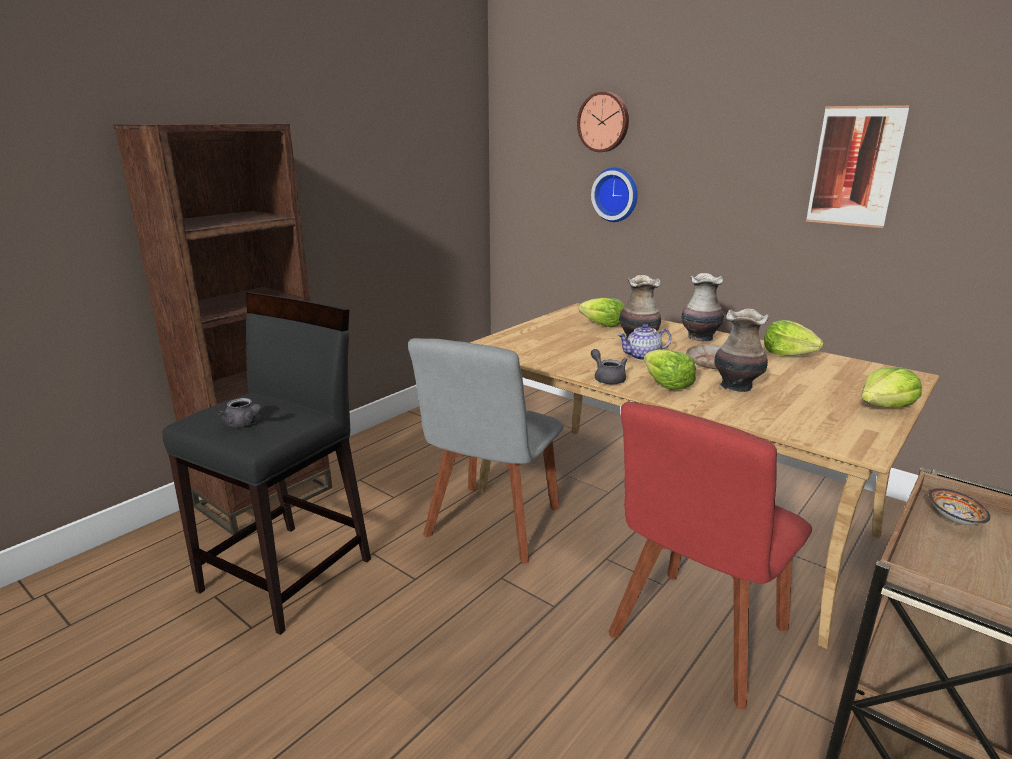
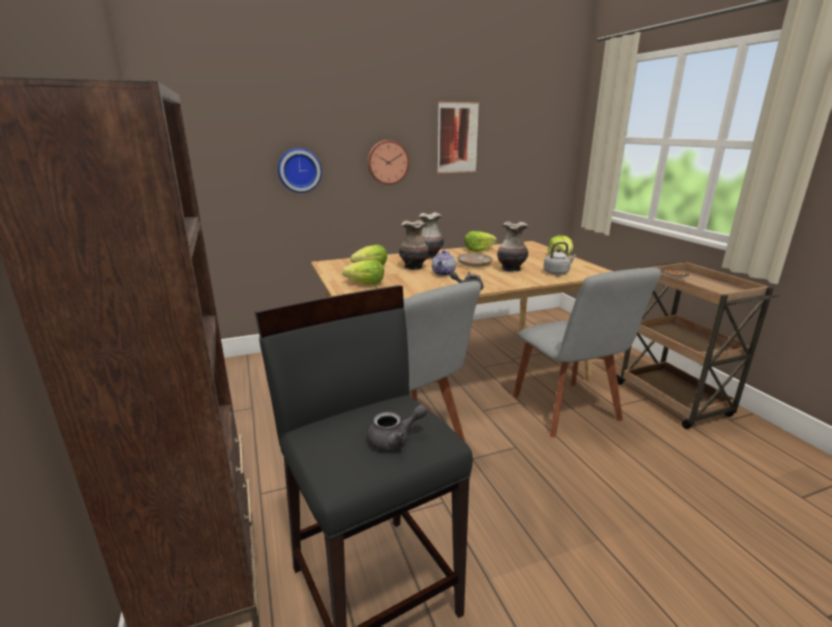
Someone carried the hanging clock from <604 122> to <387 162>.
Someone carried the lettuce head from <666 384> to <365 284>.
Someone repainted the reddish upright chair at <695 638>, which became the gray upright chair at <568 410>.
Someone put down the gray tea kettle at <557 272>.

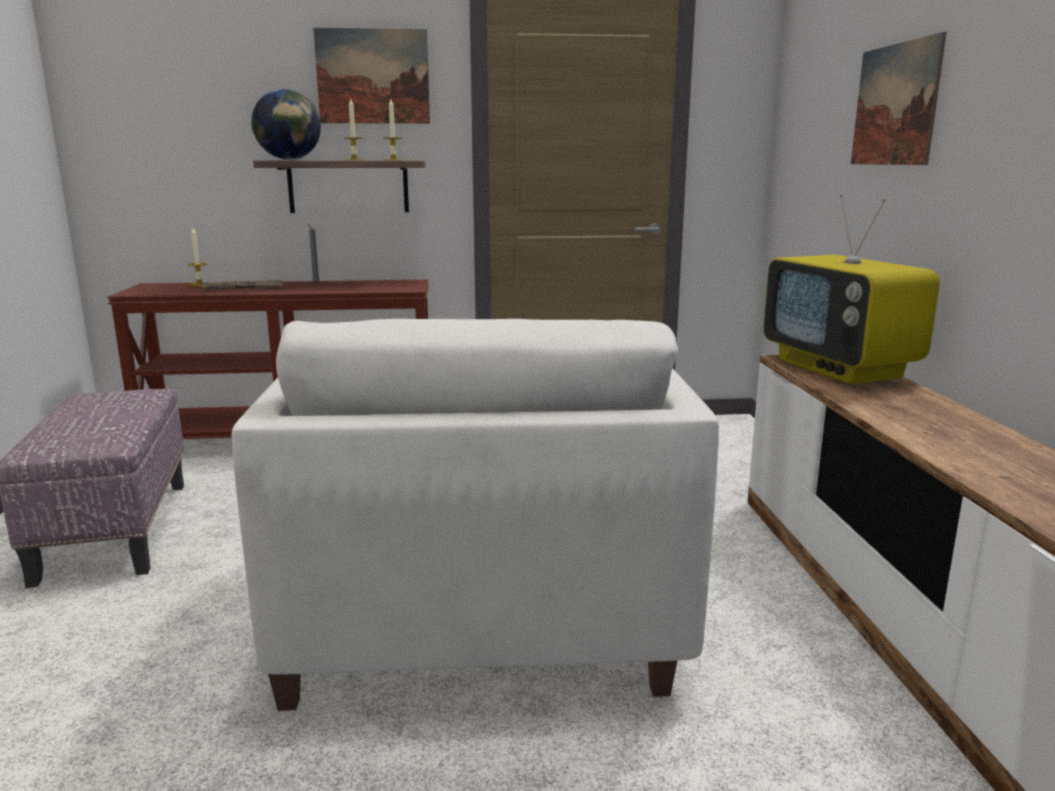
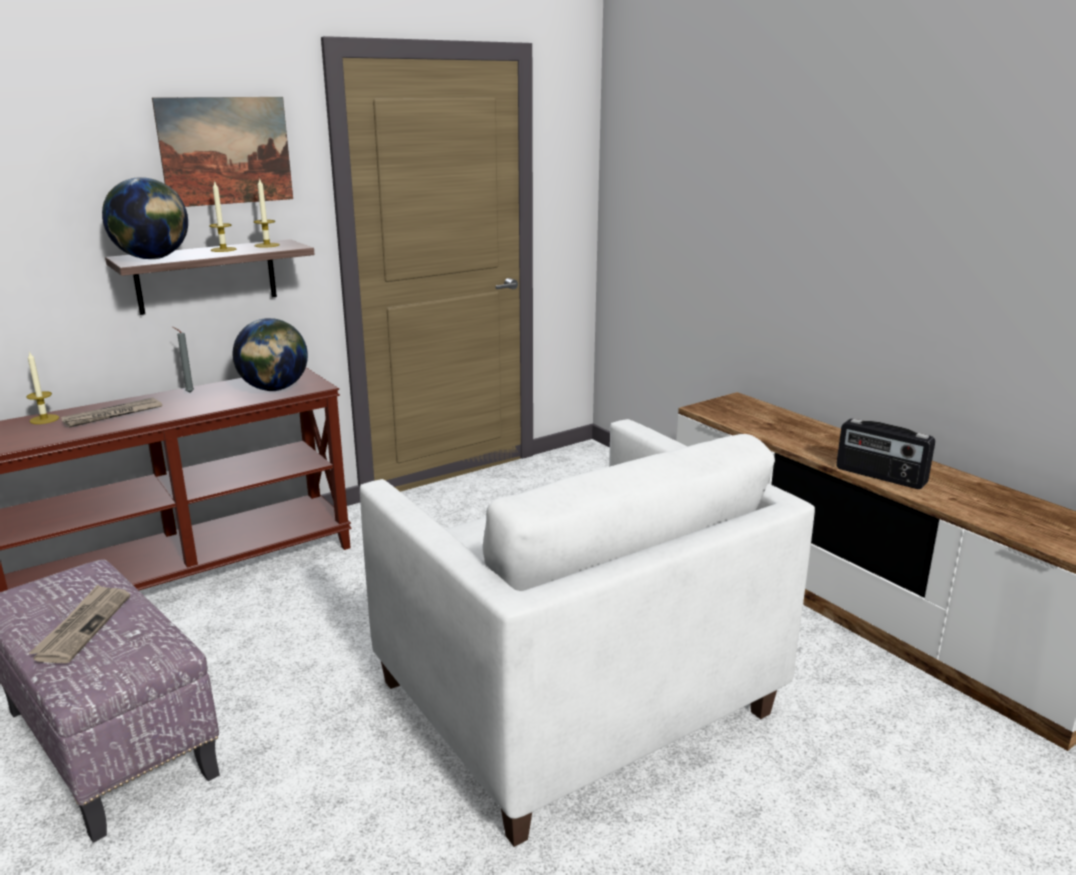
Someone took away the wall art at <895 105>.
Someone took away the television at <840 369>.
Someone put down the world globe at <274 389>.
Someone put down the radio at <880 476>.
Someone put down the daily paper at <83 626>.

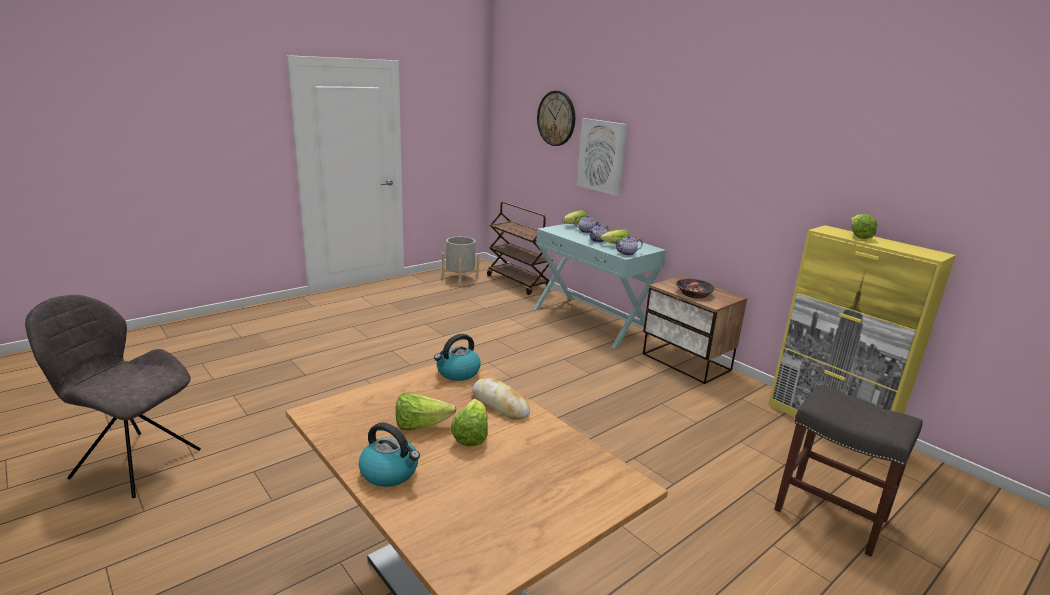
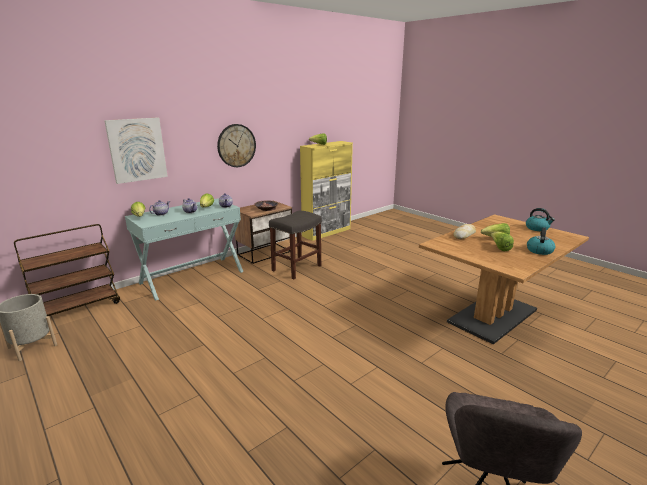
Someone carried the hanging clock from <556 118> to <236 145>.
Someone carried the tea kettle from <457 373> to <537 228>.
Someone carried the gray stool seat from <829 514> to <296 268>.

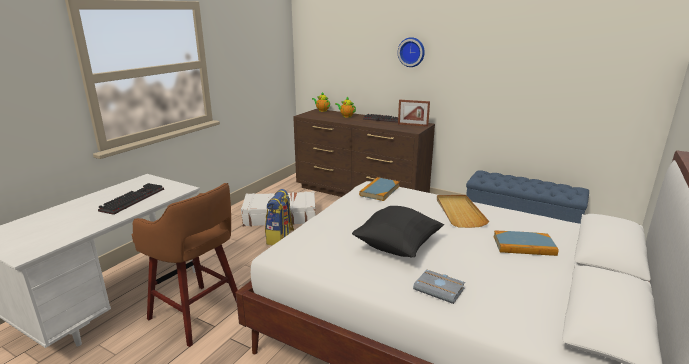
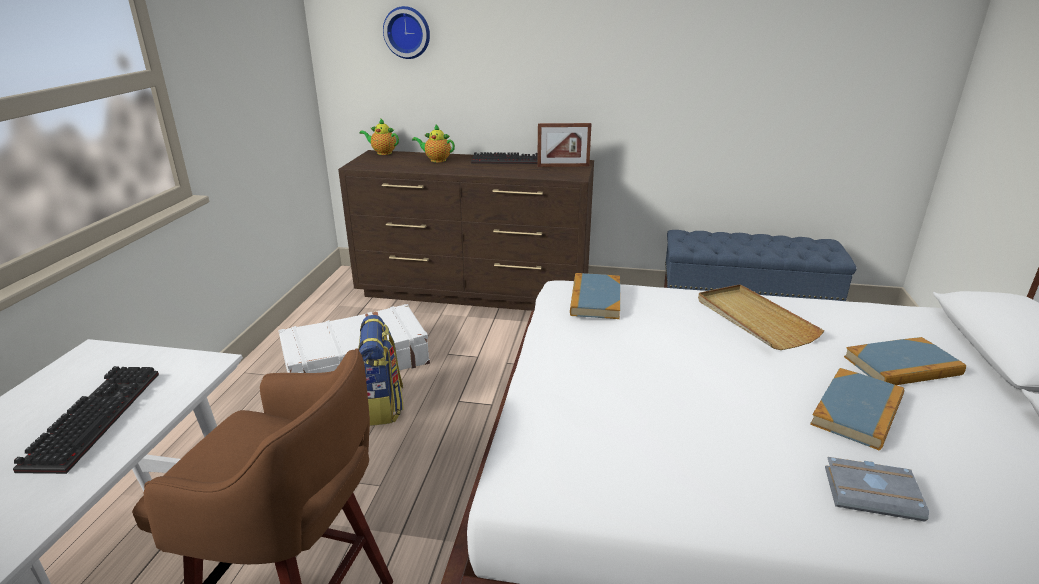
Someone carried the hanging clock from <411 52> to <407 32>.
Someone took away the black-coloured throw pillow at <397 247>.
Someone put down the volume at <857 411>.

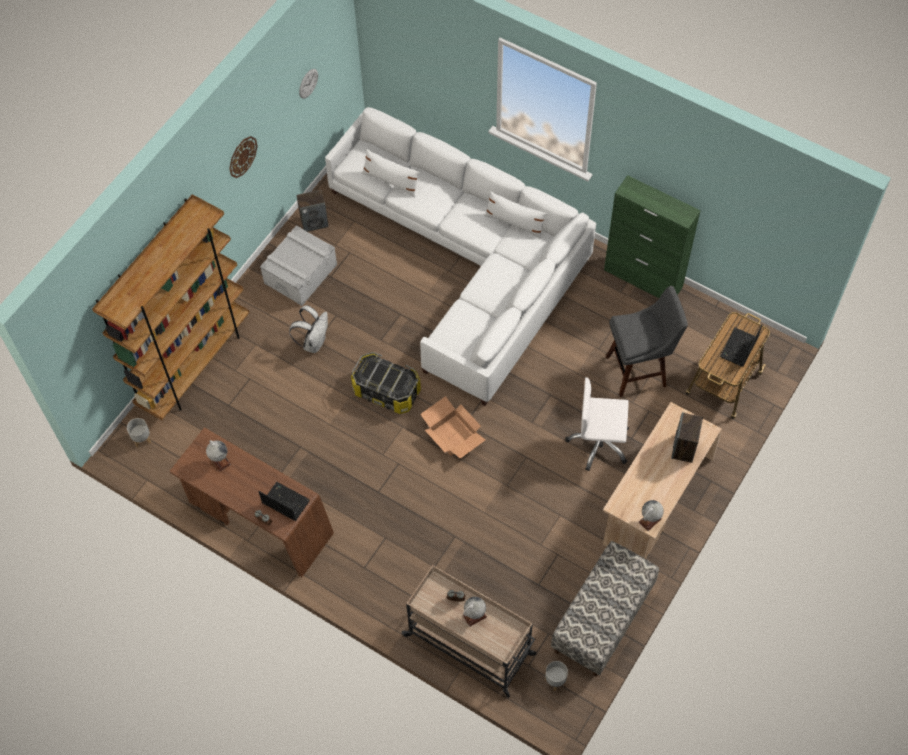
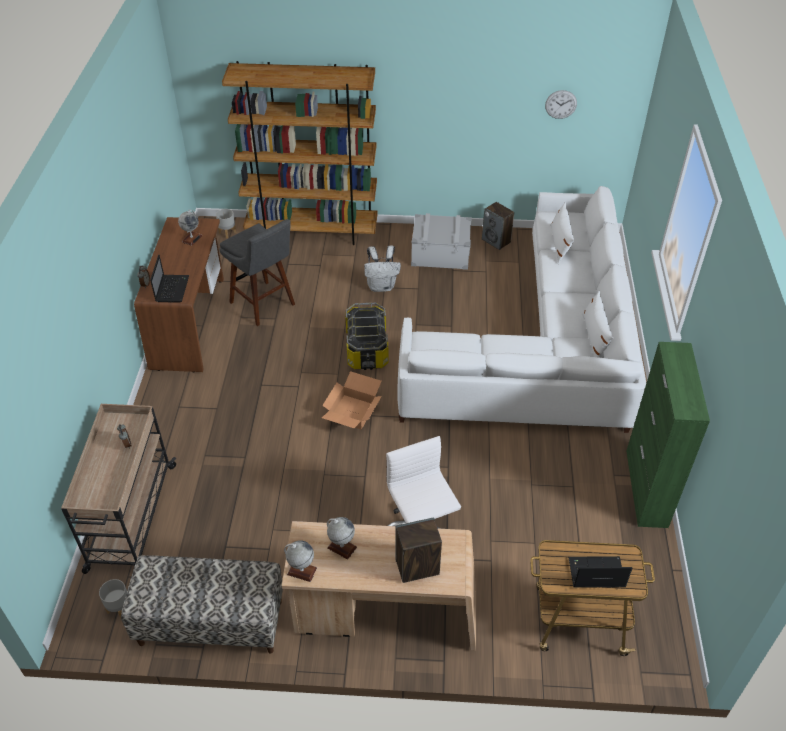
Someone took away the hanging clock at <242 156>.
Someone carried the gray stool seat from <639 370> to <264 305>.
Someone carried the world globe from <474 616> to <341 547>.

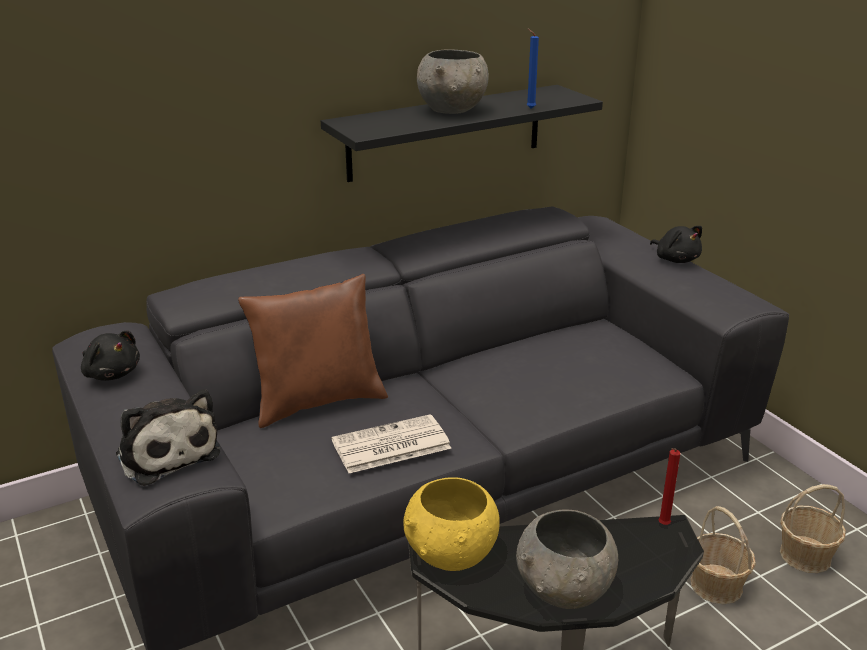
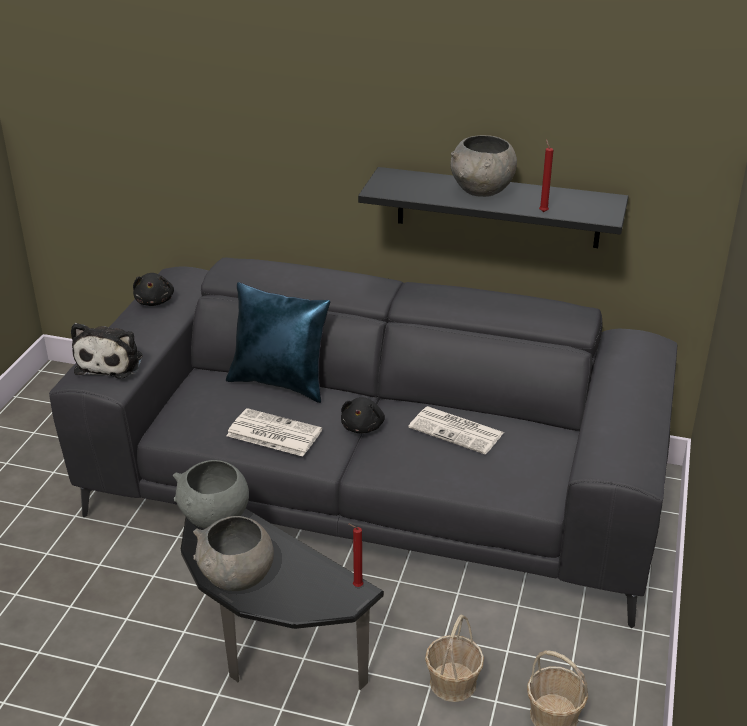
Someone repainted the blue wax candle at <529 108>, which became the reddish wax candle at <542 211>.
Someone carried the black-coloured plush toy from <675 259> to <363 426>.
Someone repainted the brown-coloured throw pillow at <318 401>, which became the blue throw pillow at <281 383>.
Someone repainted the yellow bowl at <451 556>, which became the gray bowl at <215 519>.
Someone put down the daily paper at <457 431>.

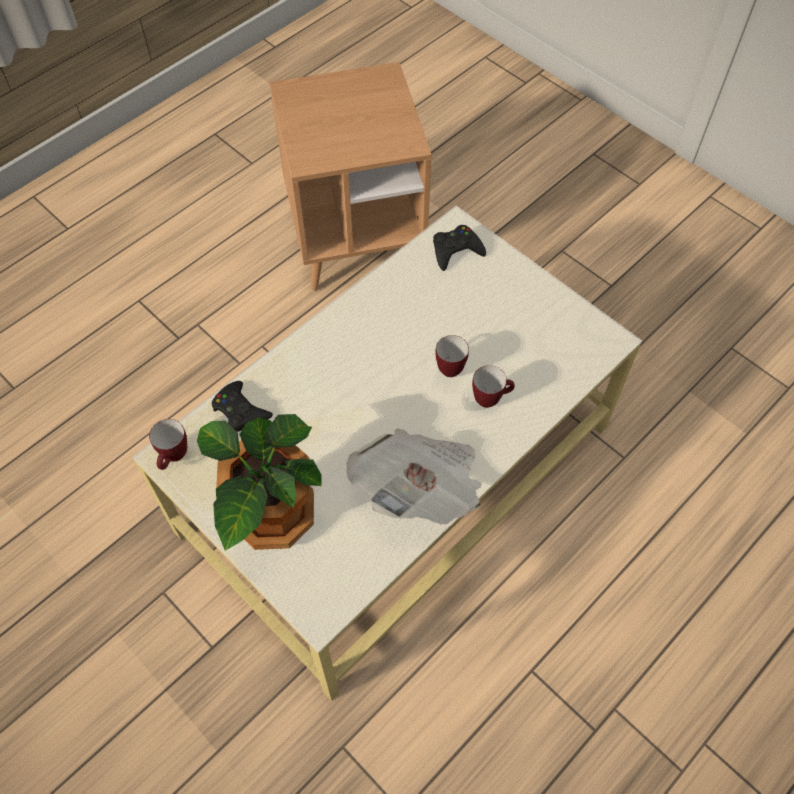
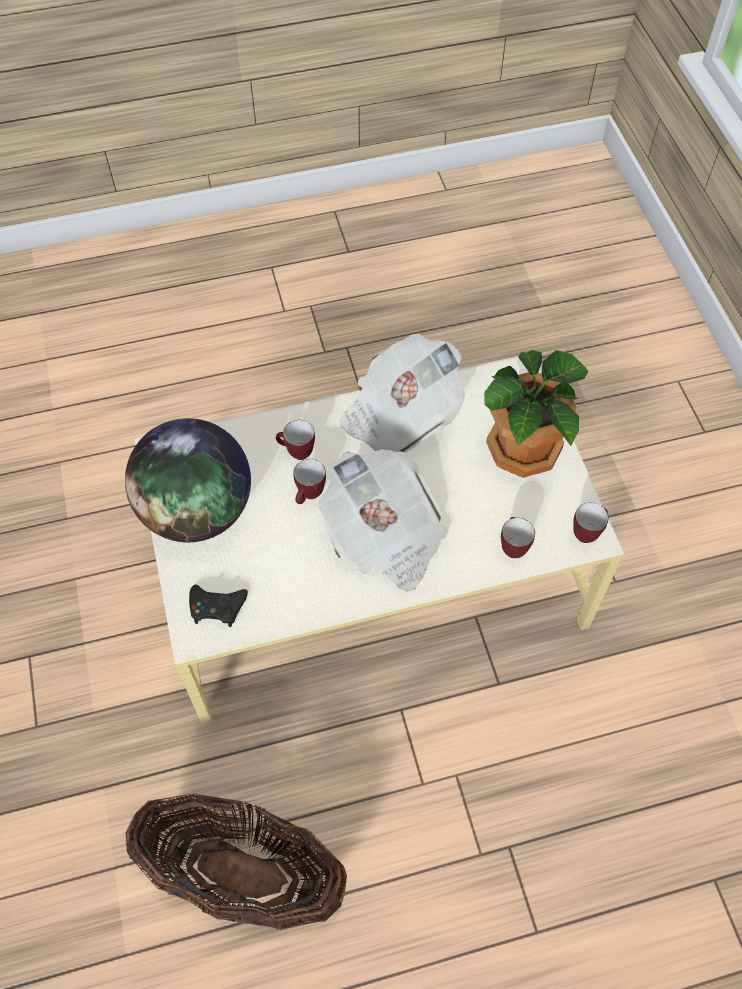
Someone swapped the brown-coloured end table at <355 241> for the basket at <243 874>.
Someone swapped the black-coloured gamepad at <240 410> for the coffee mug at <512 547>.
Someone put down the world globe at <198 511>.
Someone put down the daily paper at <384 536>.

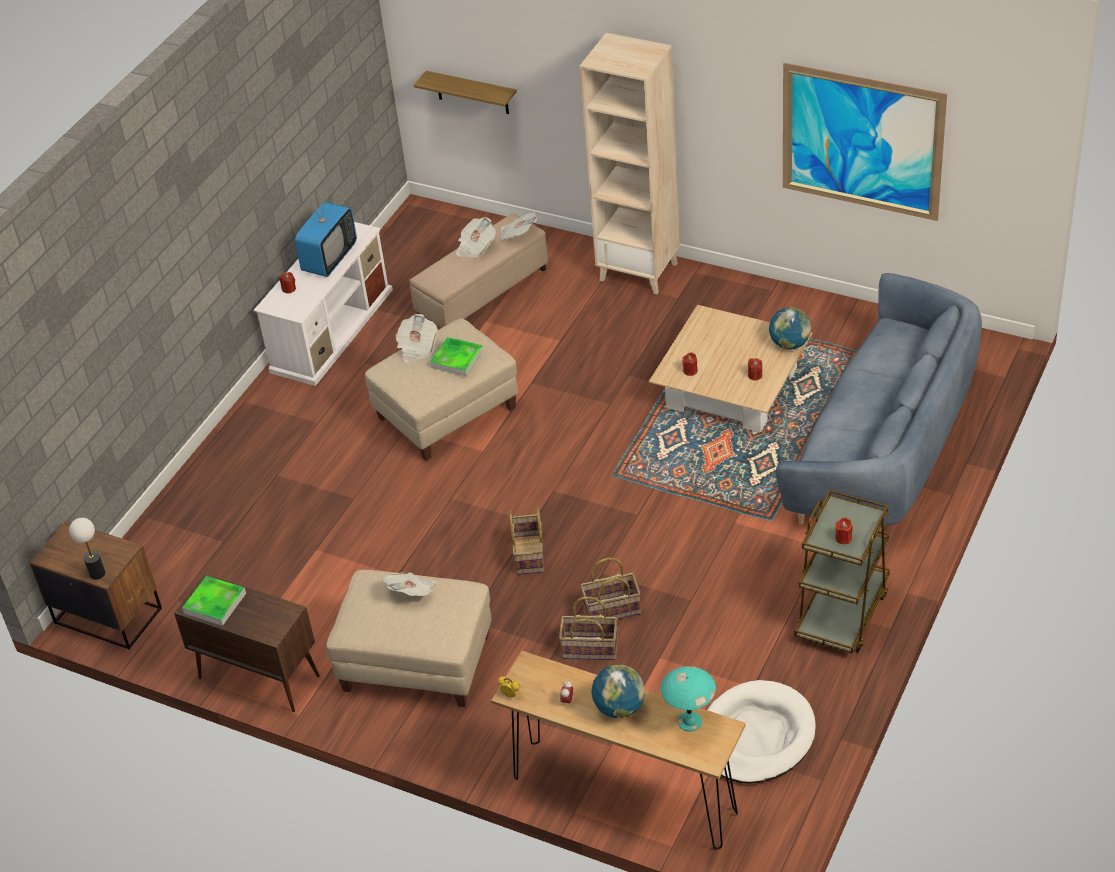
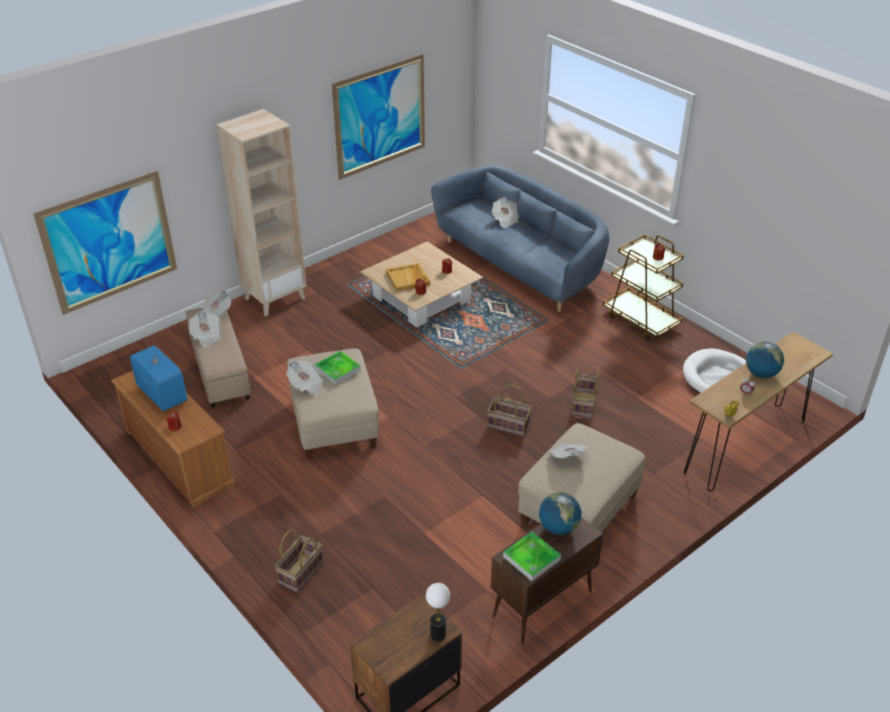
Someone swapped the bracket shelf at <472 93> for the wall art at <109 242>.
Someone repainted the white media console at <331 329>, which became the brown-coloured media console at <178 457>.
Someone carried the world globe from <790 344> to <558 527>.
Someone carried the basket from <589 649> to <301 573>.
Someone took away the turquoise tabletop lamp at <689 721>.
Someone put down the daily paper at <505 219>.
Someone put down the sand-coloured tray at <408 279>.

